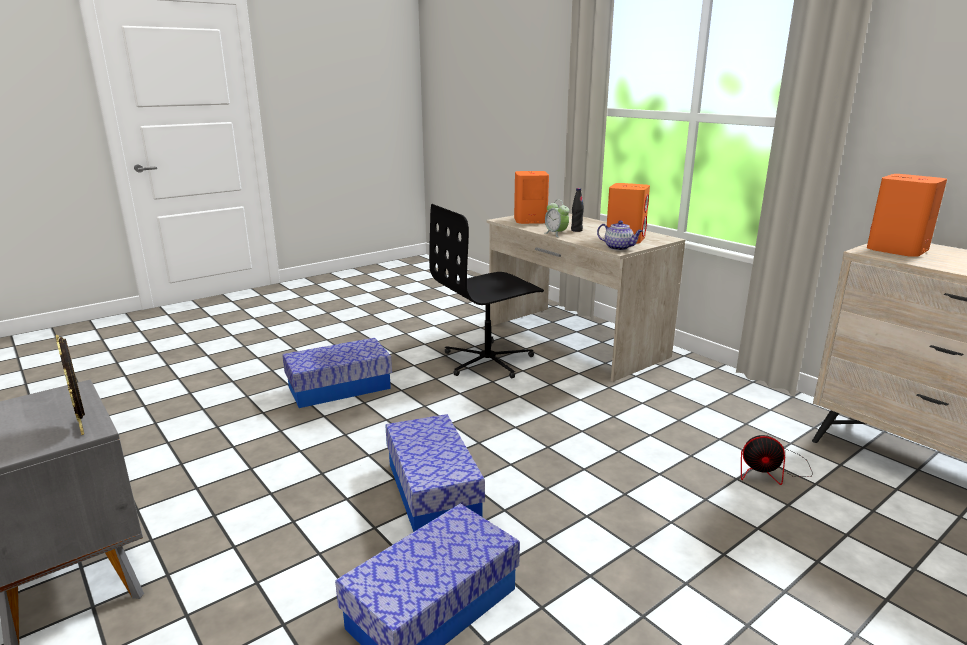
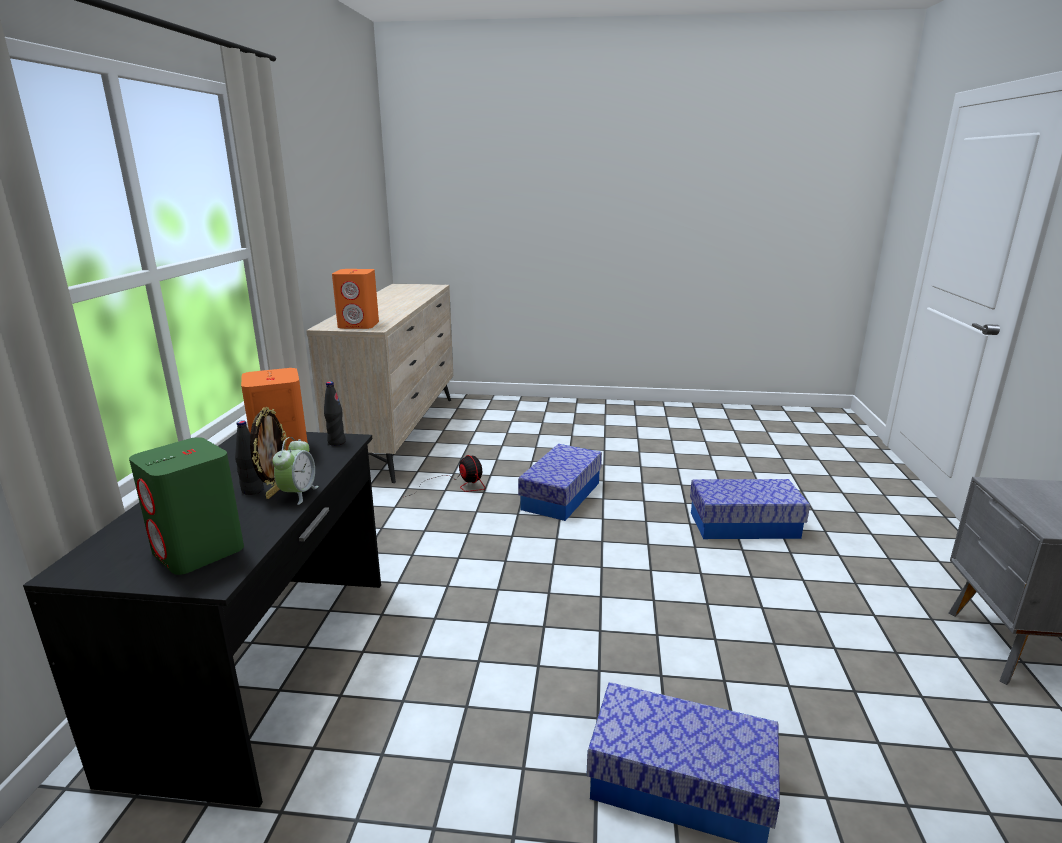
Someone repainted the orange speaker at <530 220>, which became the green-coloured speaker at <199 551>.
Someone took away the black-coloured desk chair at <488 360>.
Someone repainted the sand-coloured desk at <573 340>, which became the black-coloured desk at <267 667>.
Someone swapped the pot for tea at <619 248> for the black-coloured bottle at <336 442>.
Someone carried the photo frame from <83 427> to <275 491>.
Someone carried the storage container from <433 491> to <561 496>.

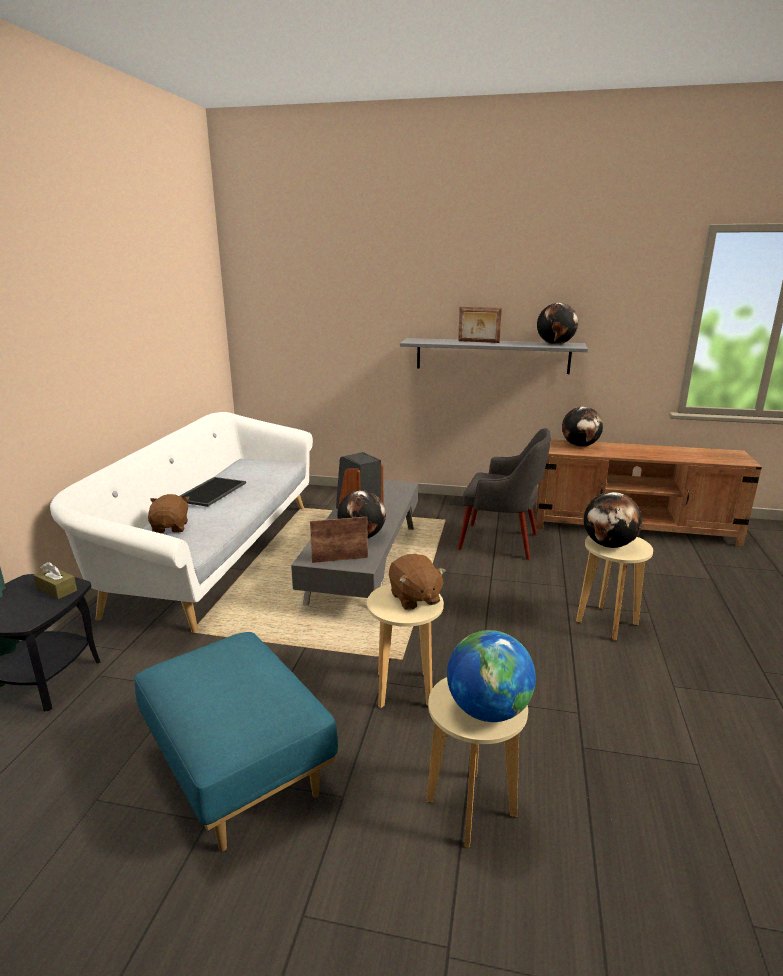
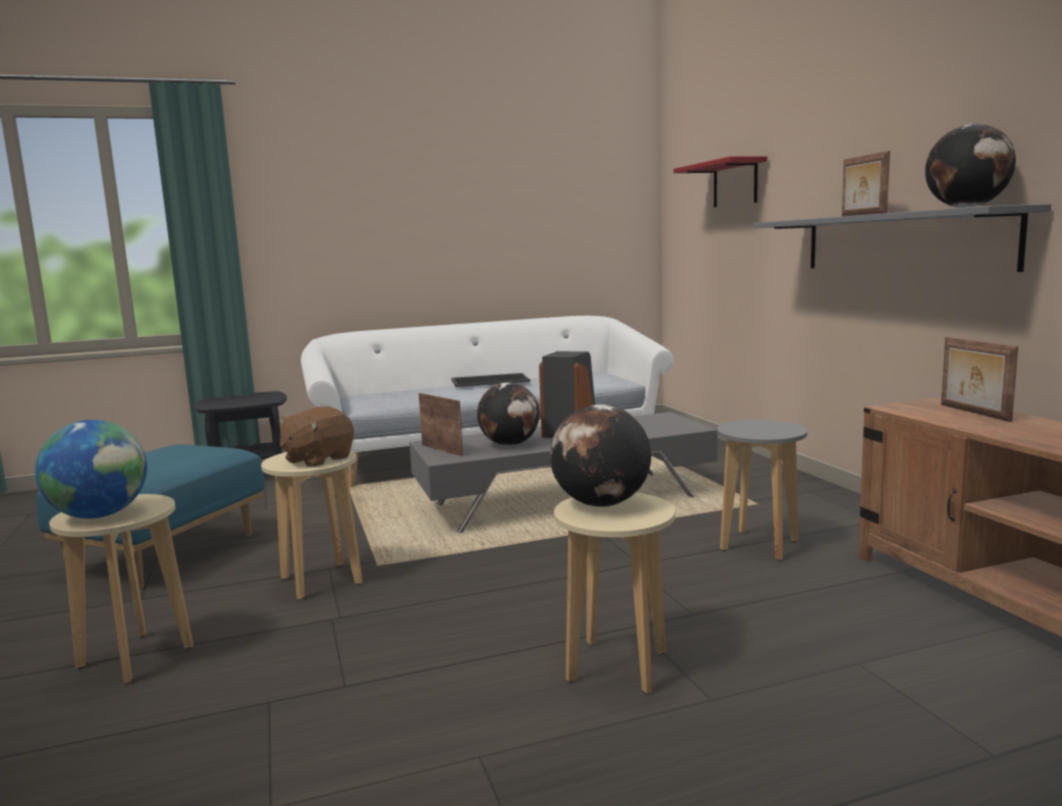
Someone swapped the world globe at <580 445> for the photo frame at <973 413>.
Someone swapped the gray armchair at <500 541> for the gray stool seat at <759 546>.
Someone took away the brown-coloured plush toy at <171 528>.
Someone took away the brown-coloured tissue box at <56 589>.
Someone put up the reddish bracket shelf at <735 183>.

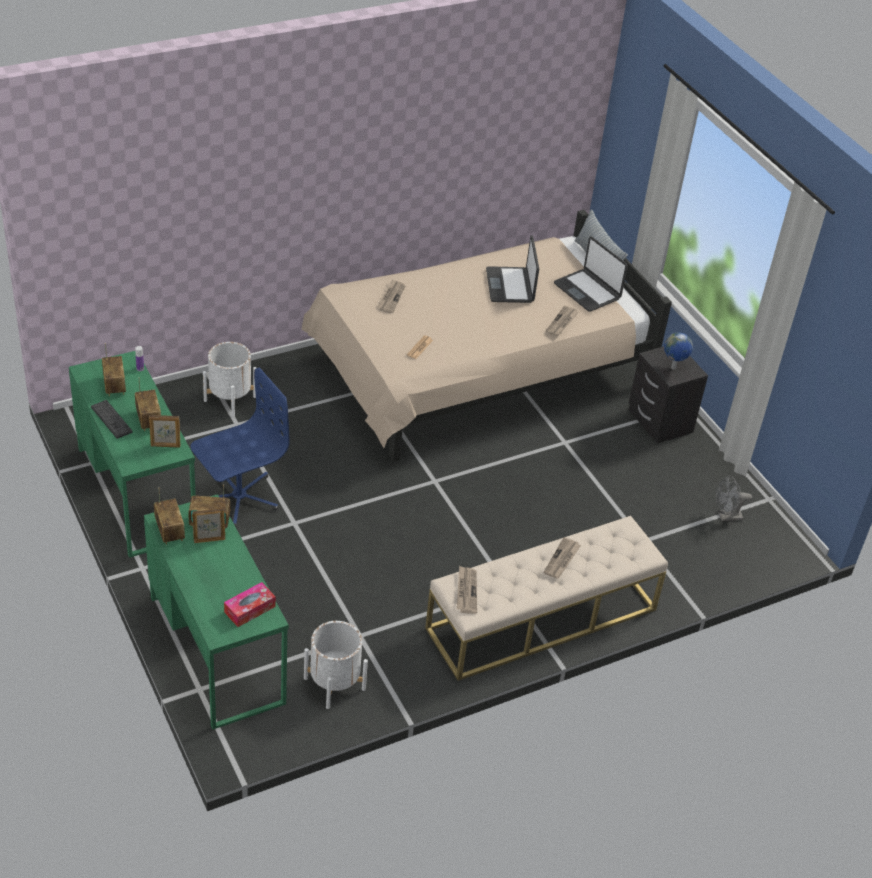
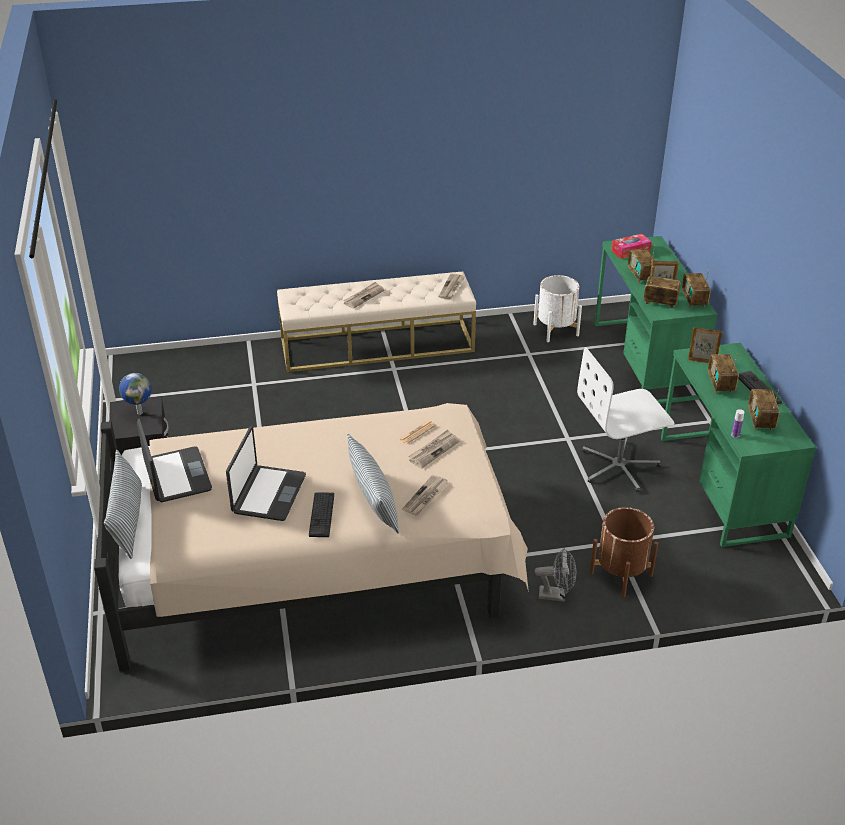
Someone carried the daily paper from <562 322> to <433 450>.
Someone repainted the white plant pot at <230 398>, which became the brown-coloured plant pot at <621 574>.
Someone repainted the blue desk chair at <238 497>, which became the white desk chair at <619 467>.
Someone carried the gray cooling fan from <726 517> to <556 595>.
Someone put down the radio at <640 275>.
Someone put down the throw pillow at <373 500>.
Someone put down the keyboard at <321 515>.

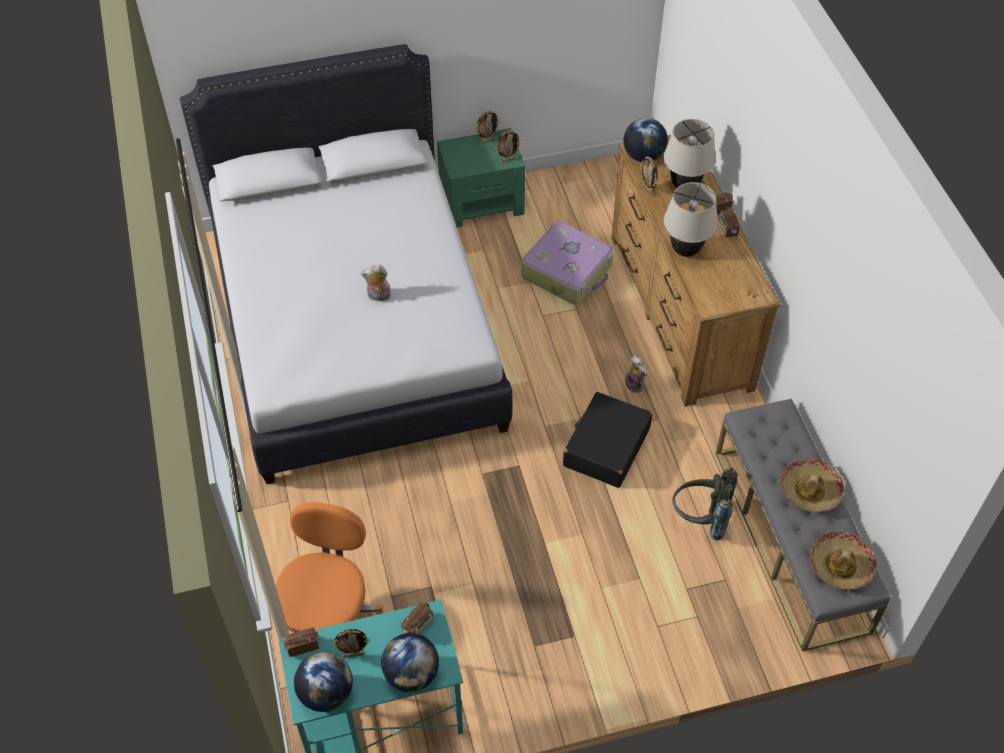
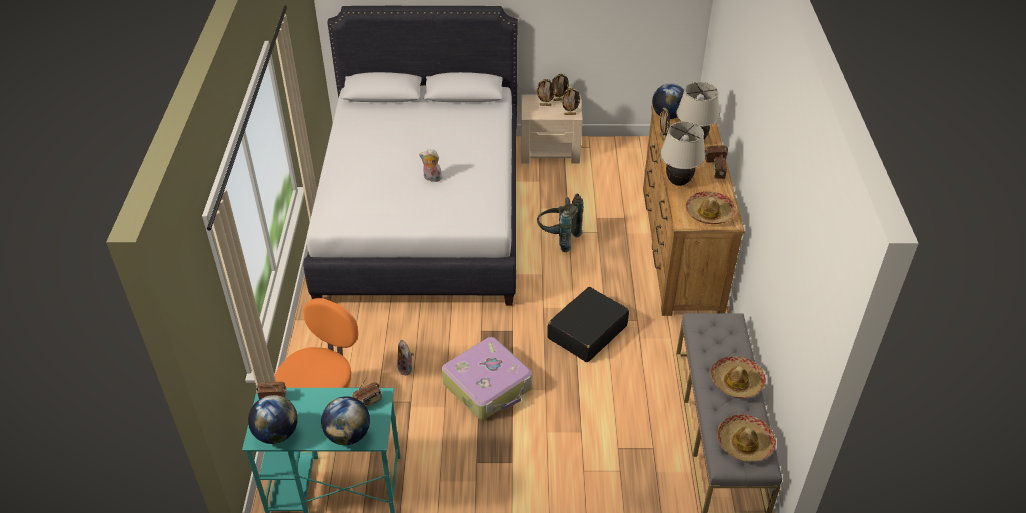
Someone repainted the green-coloured nightstand at <482 202>, which became the sand-coloured nightstand at <550 150>.
Someone carried the travel case from <568 271> to <488 386>.
Someone carried the plush toy from <636 385> to <406 368>.
Someone carried the gray rucksack from <700 519> to <558 239>.
Someone carried the photo frame from <354 654> to <545 105>.
Someone put down the clothing hat at <709 213>.

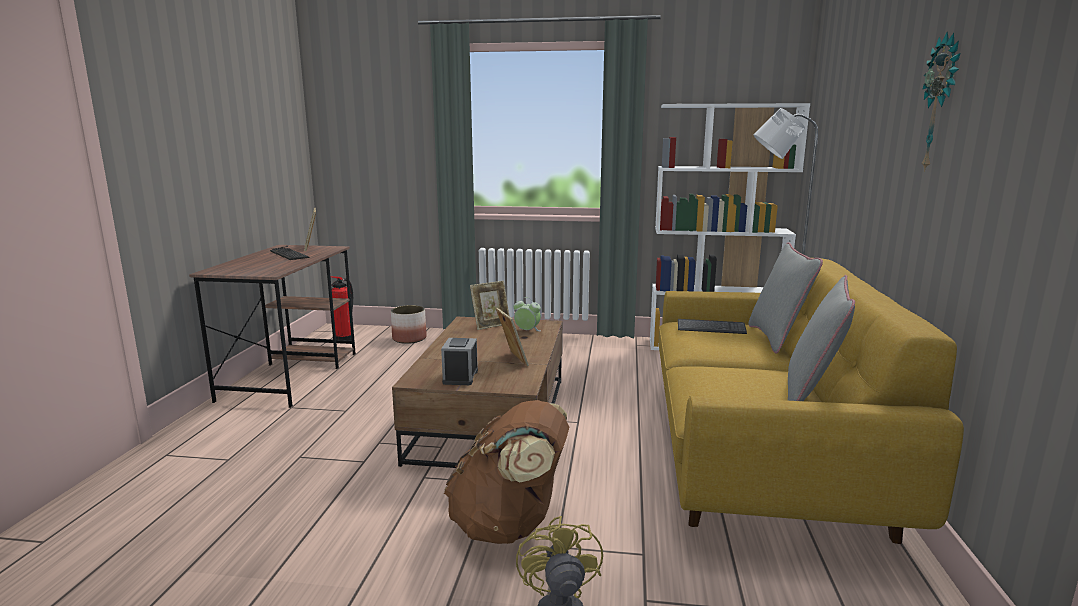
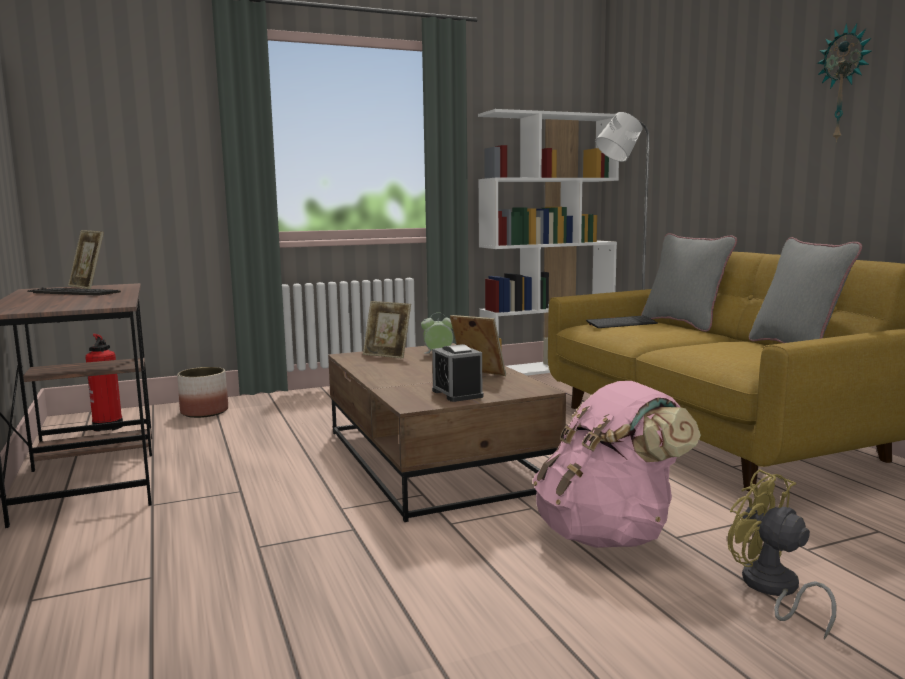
Someone rotated the photo frame at <491 325> by 90 degrees clockwise.
Someone repainted the brown-coloured rucksack at <510 525>, which became the pink rucksack at <608 535>.

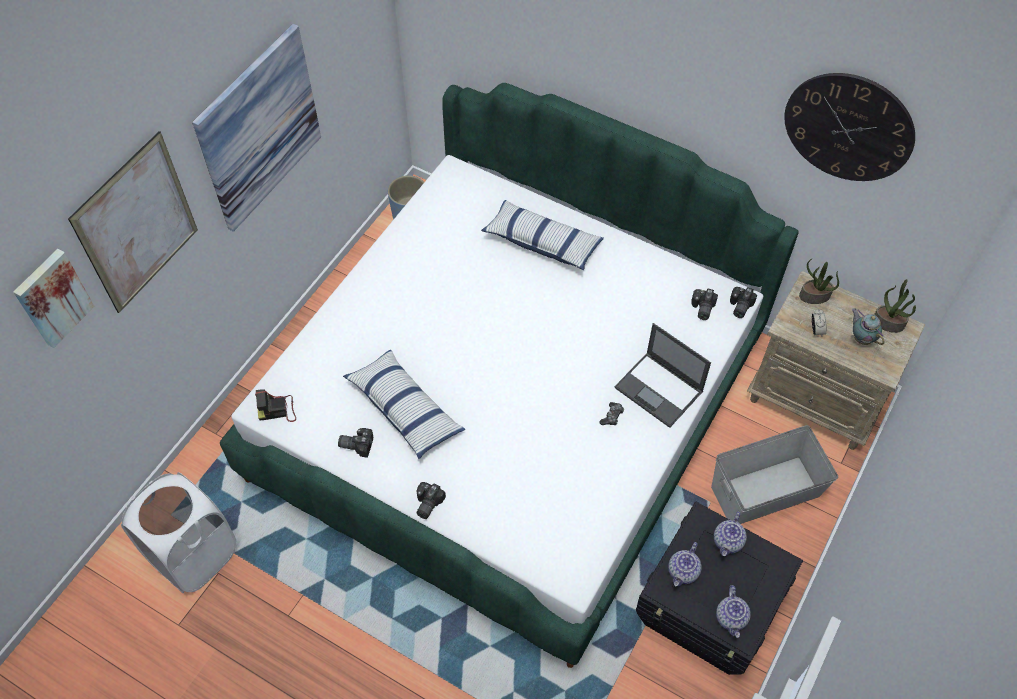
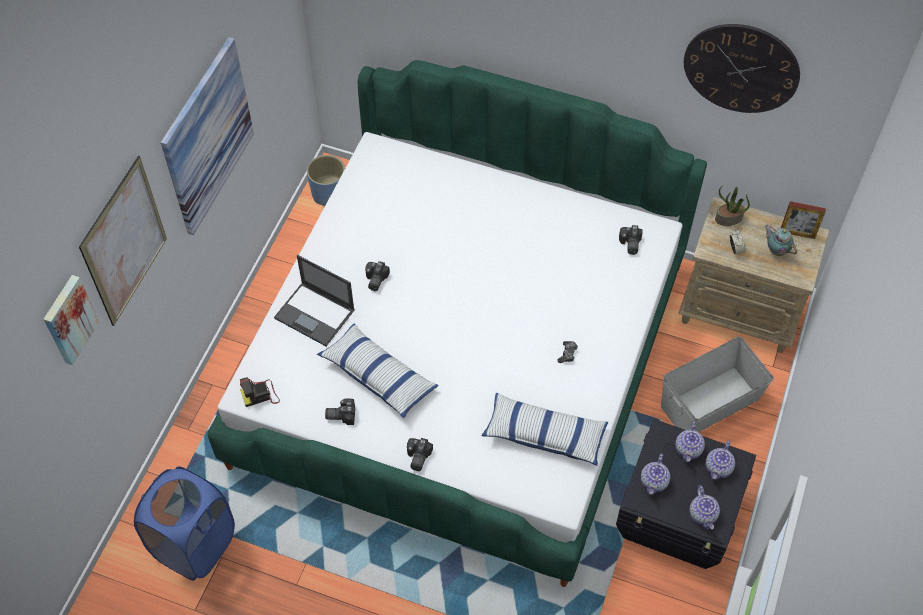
Someone carried the throw pillow from <542 242> to <544 435>.
Someone swapped the potted plant at <888 323> for the photo frame at <797 233>.
Someone carried the still camera from <739 307> to <374 280>.
Someone carried the portable computer from <659 390> to <315 314>.
Someone repainted the white washing basket at <194 555>, which became the blue washing basket at <194 544>.
Someone put down the pot for tea at <718 468>.

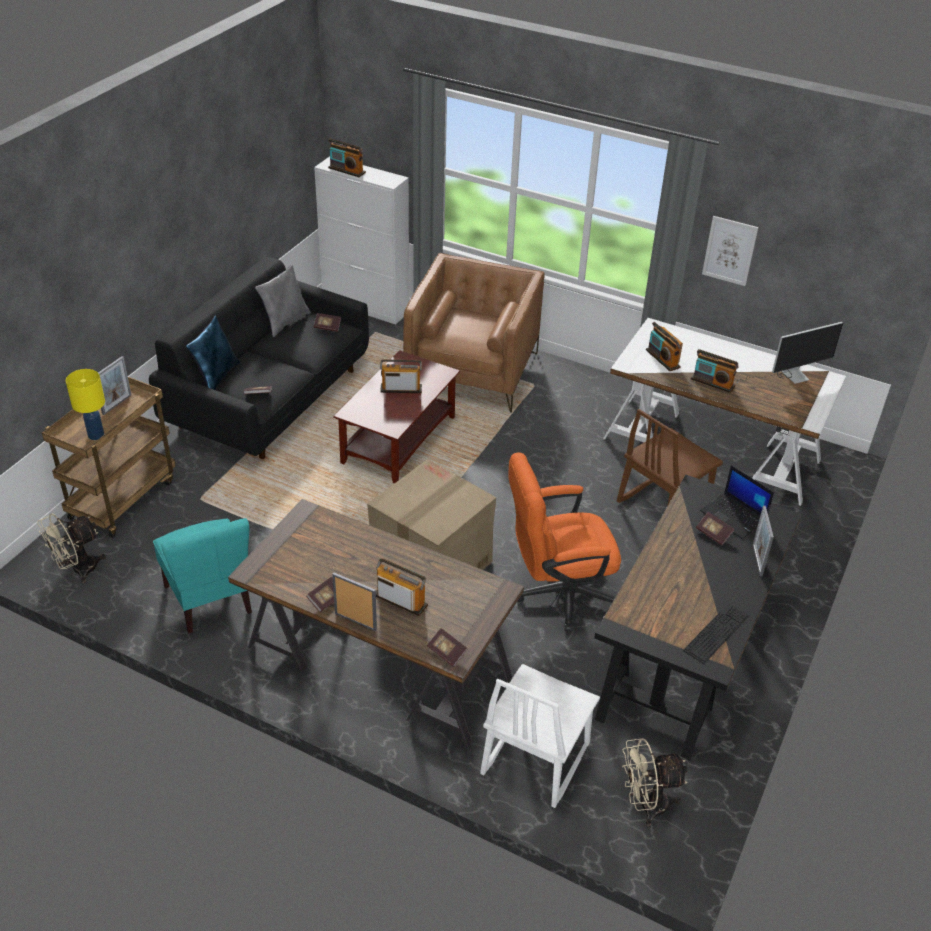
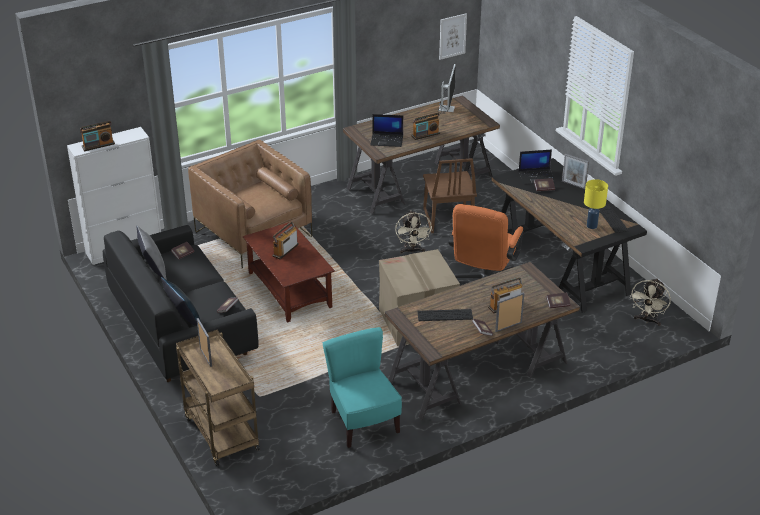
Someone carried the wall art from <729 250> to <452 36>.
Someone repainted the white desk at <711 448>, which became the brown-coloured desk at <420 182>.
Someone swapped the radio at <662 359> for the portable computer at <387 140>.
Someone carried the yellow tabletop lamp from <95 435> to <591 226>.
Someone carried the sand-coloured cooling fan from <78 570> to <412 251>.
Someone rotated the turquoise upright chair at <210 599> by 120 degrees counterclockwise.
Someone took away the white upright chair at <534 758>.
Someone put down the keyboard at <445 315>.

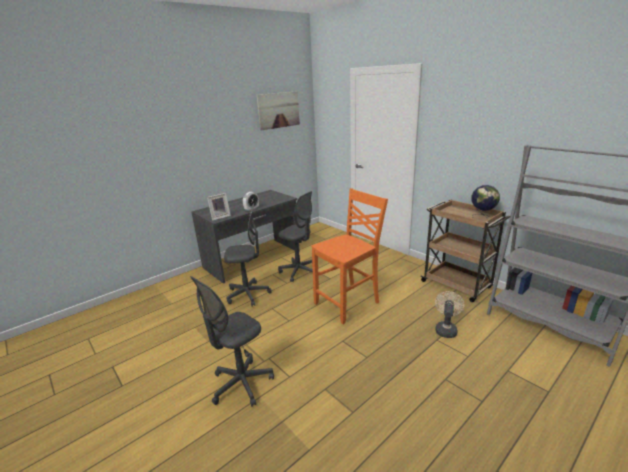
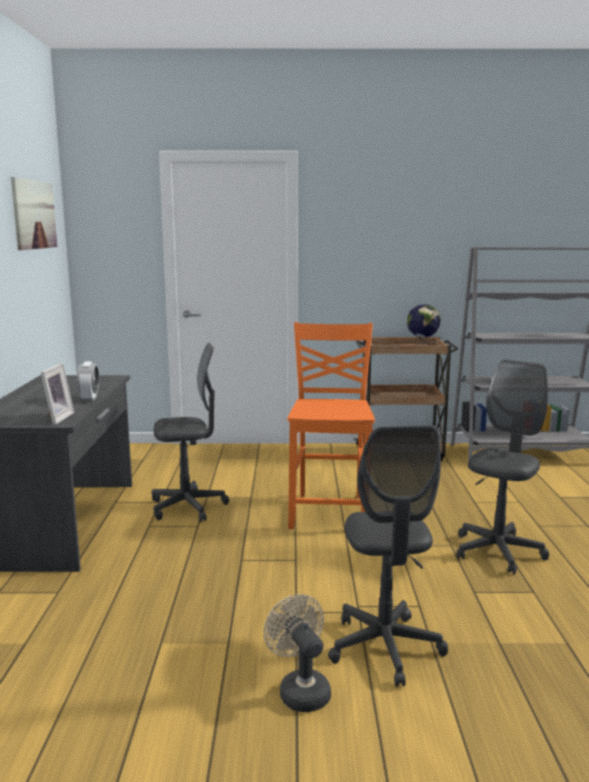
Someone carried the gray desk chair from <248 294> to <497 552>.
Someone carried the sand-coloured cooling fan from <446 329> to <300 690>.

